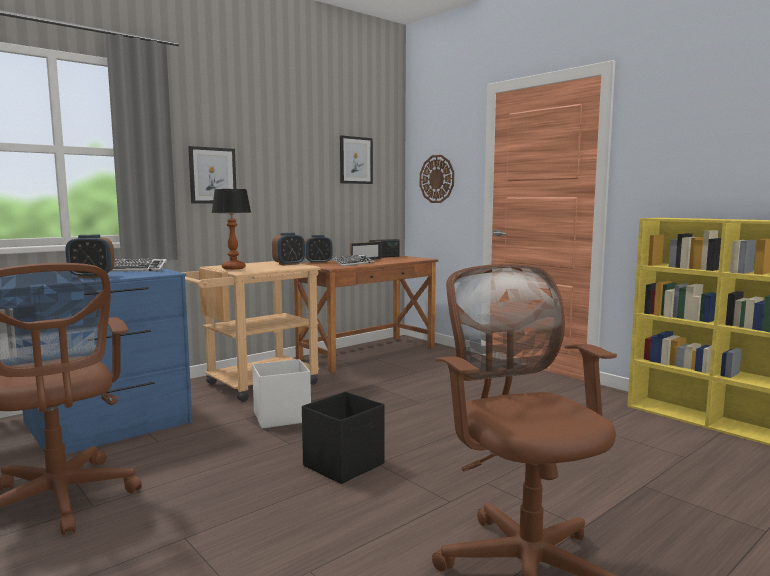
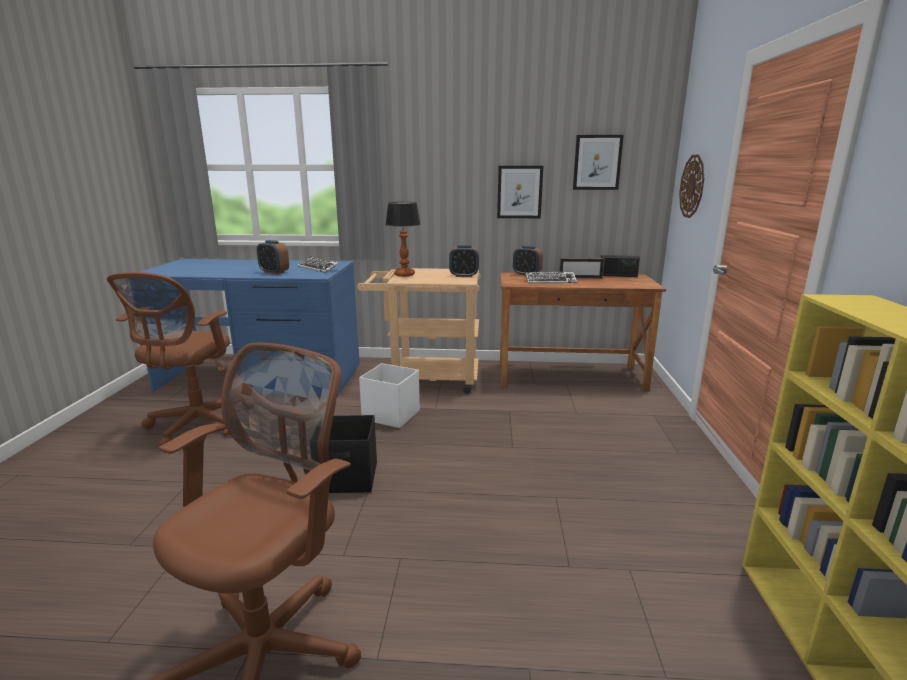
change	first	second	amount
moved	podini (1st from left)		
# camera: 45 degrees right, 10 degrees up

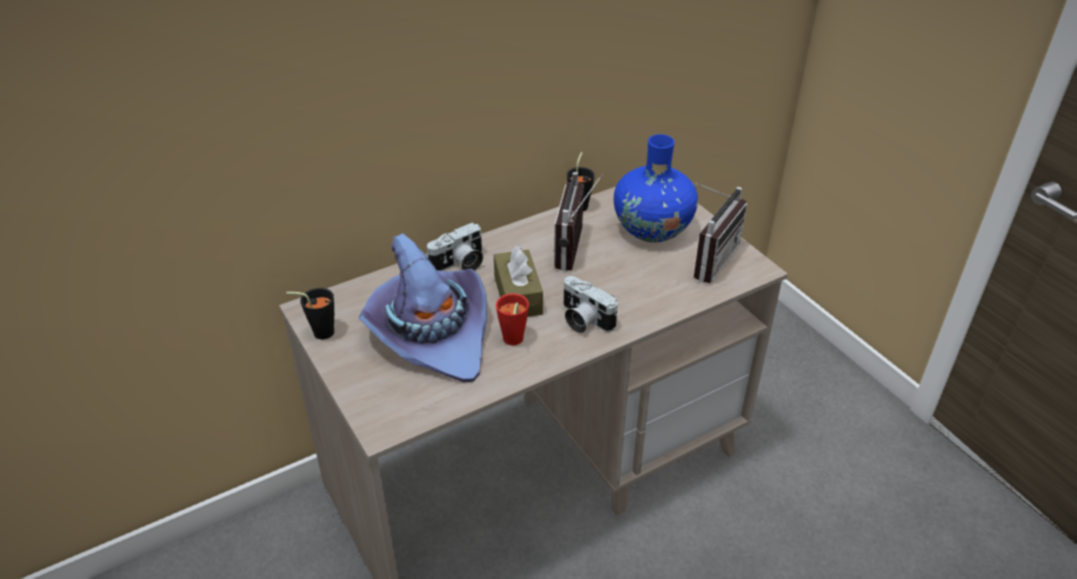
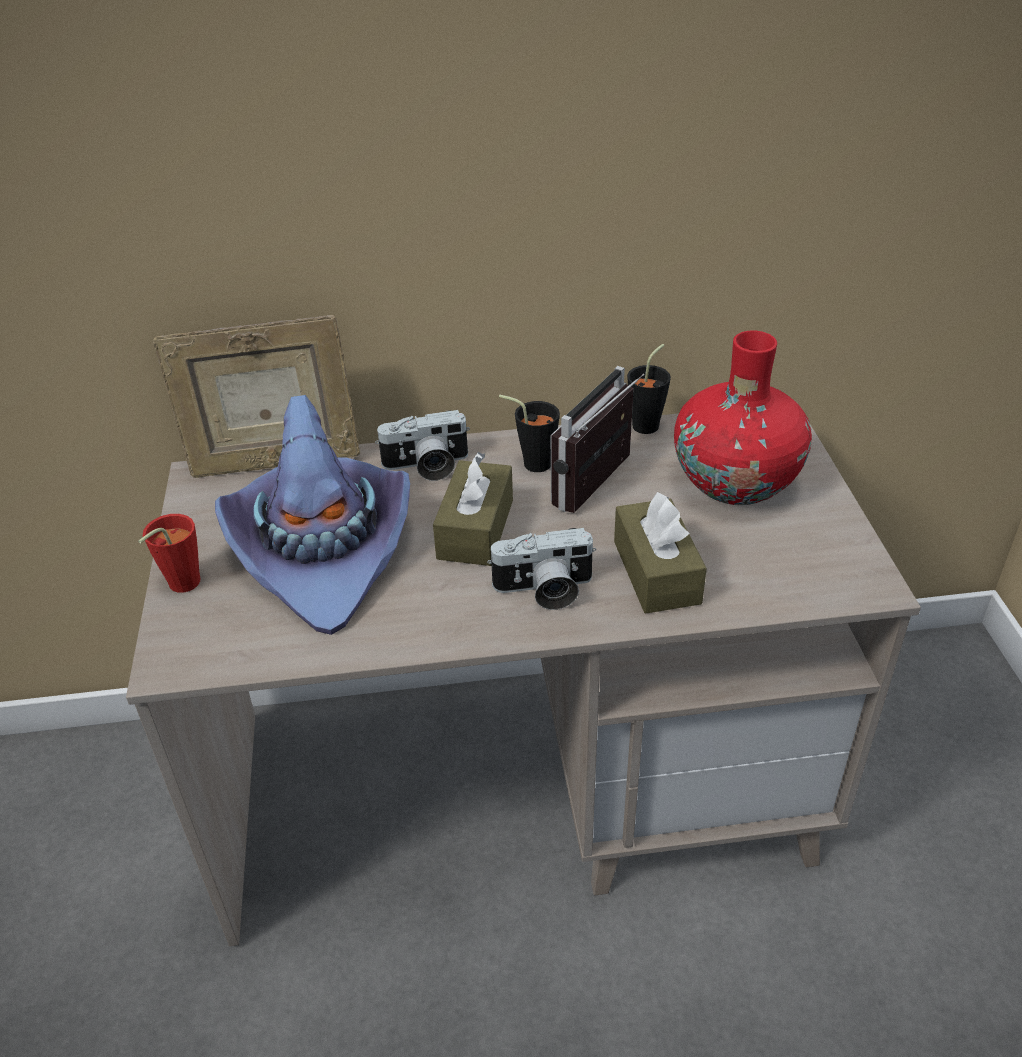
change	first	second	amount
removed	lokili (2nd from left)		
added		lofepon	
added		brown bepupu (2nd from left)	
moved	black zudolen (1st from left)		
moved	red zudolen		
recoloured	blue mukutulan	red mukutulan	
turned	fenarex (2nd from left)		75 degrees counterclockwise
# camera: 25 degrees right, 0 degrees up

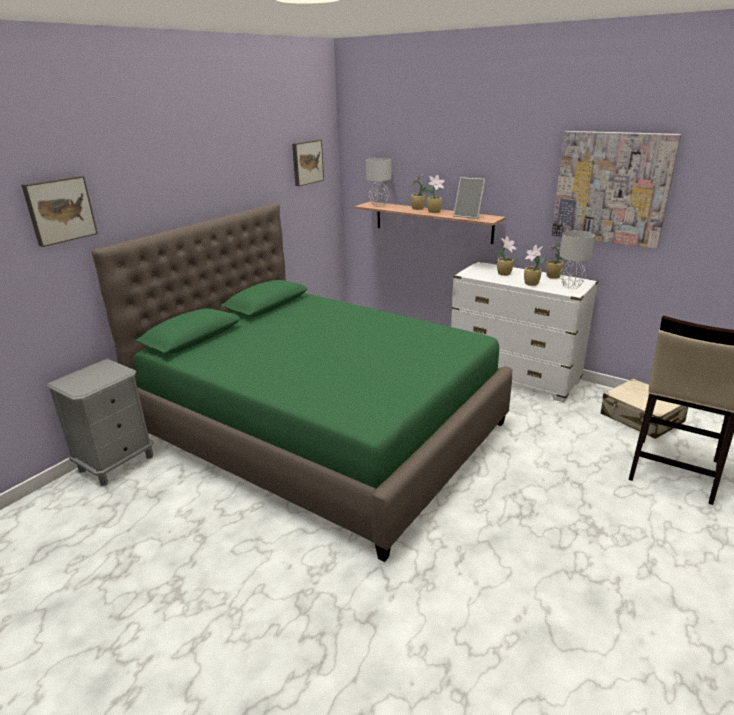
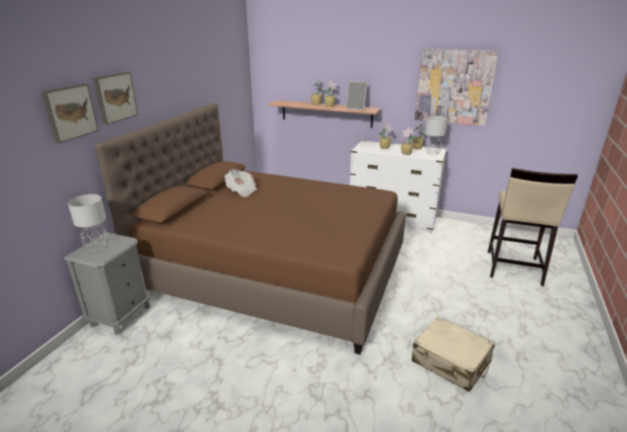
change	first	second	amount
added		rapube	
moved	podini (2nd from left)		
moved	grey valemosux (1st from left)		
moved	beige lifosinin		
recoloured	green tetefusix	brown tetefusix	
# camera: 15 degrees left, 0 degrees up

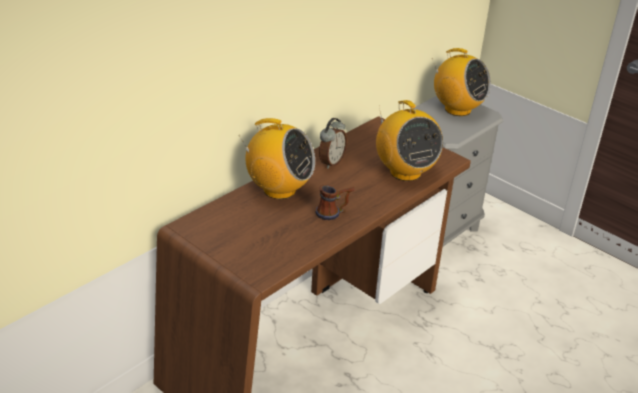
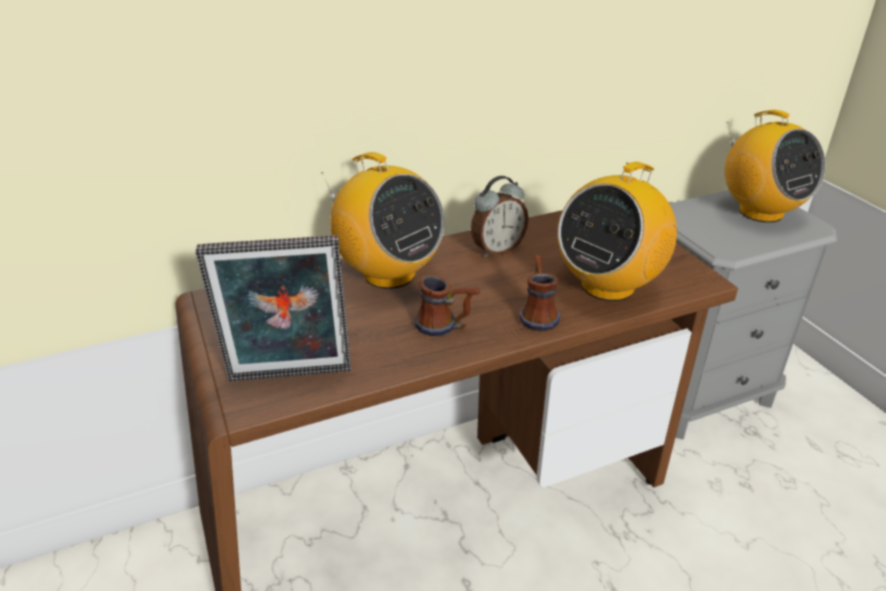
change	first	second	amount
added		lofepon	
added		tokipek (2nd from left)	
turned	lokili (2nd from left)		45 degrees clockwise
# camera: 25 degrees right, 0 degrees up

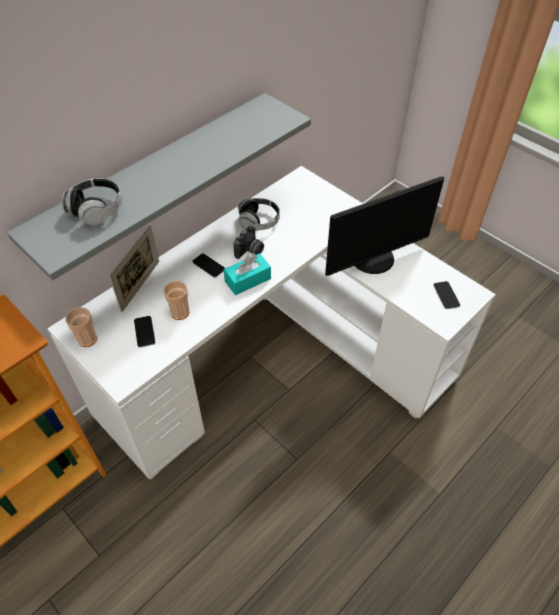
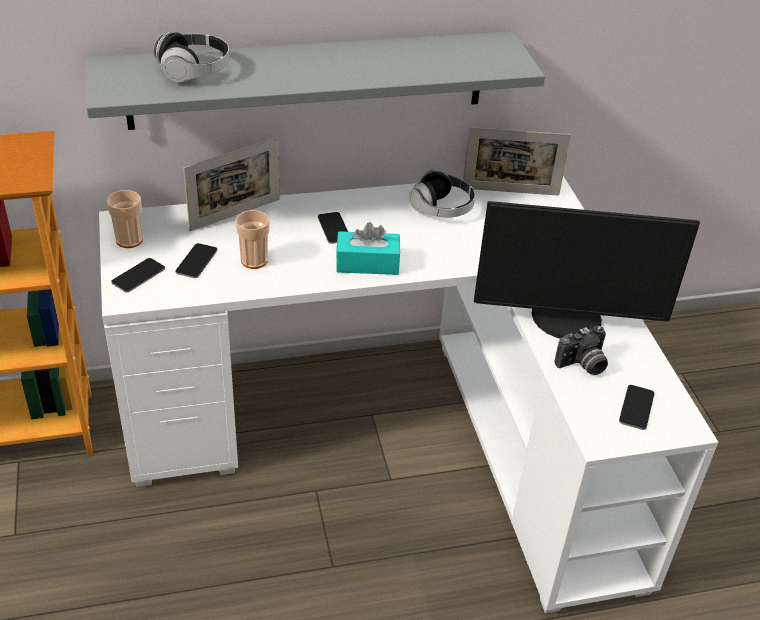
change	first	second	amount
added		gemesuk (1st from left)	
added		lofepon (2nd from left)	
moved	fenarex		
# camera: 30 degrees right, 10 degrees down

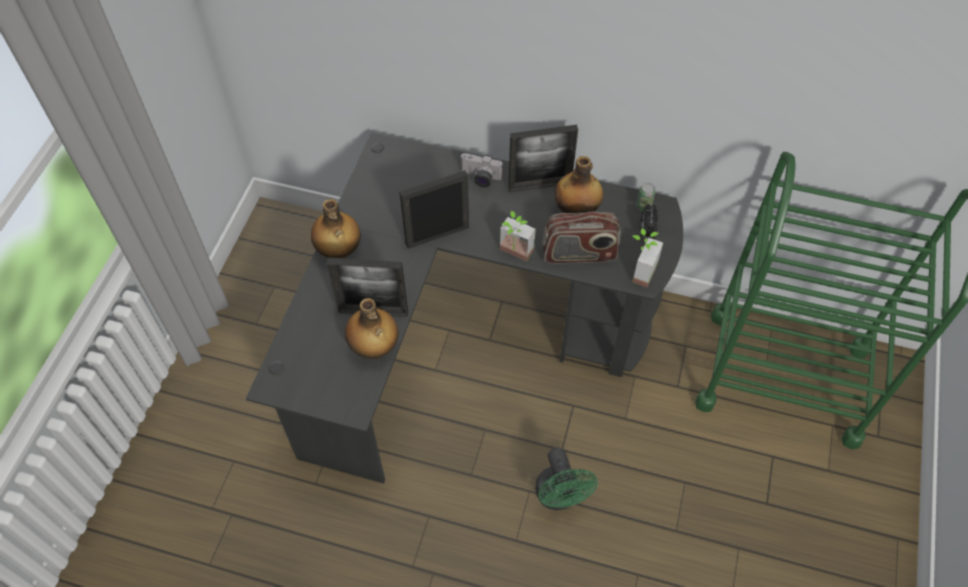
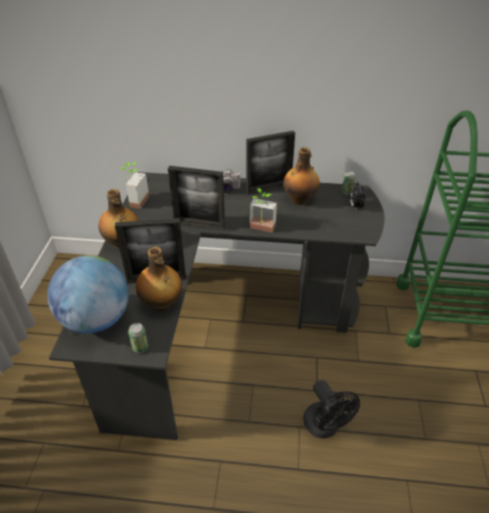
change	first	second	amount
removed	lokili		
added		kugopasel	
added		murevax (1st from left)	
moved	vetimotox (2nd from left in the first image)	vetimotox (1st from left)	
recoloured	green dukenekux	black dukenekux	
turned	lofepon (2nd from left)		135 degrees counterclockwise
# camera: 10 degrees left, 15 degrees down

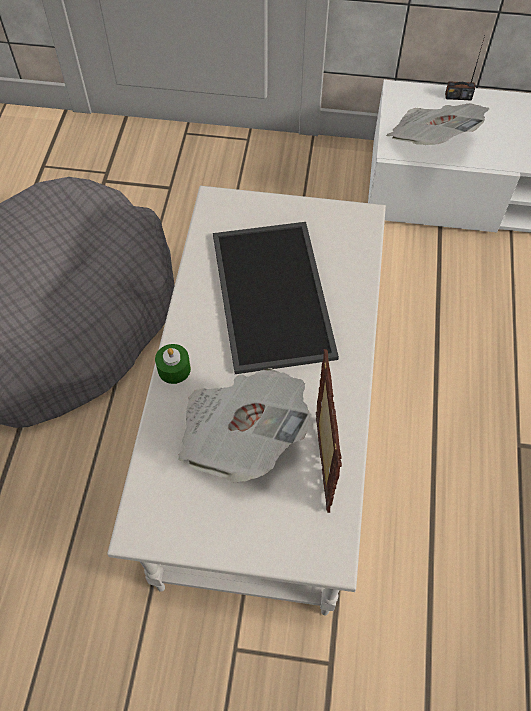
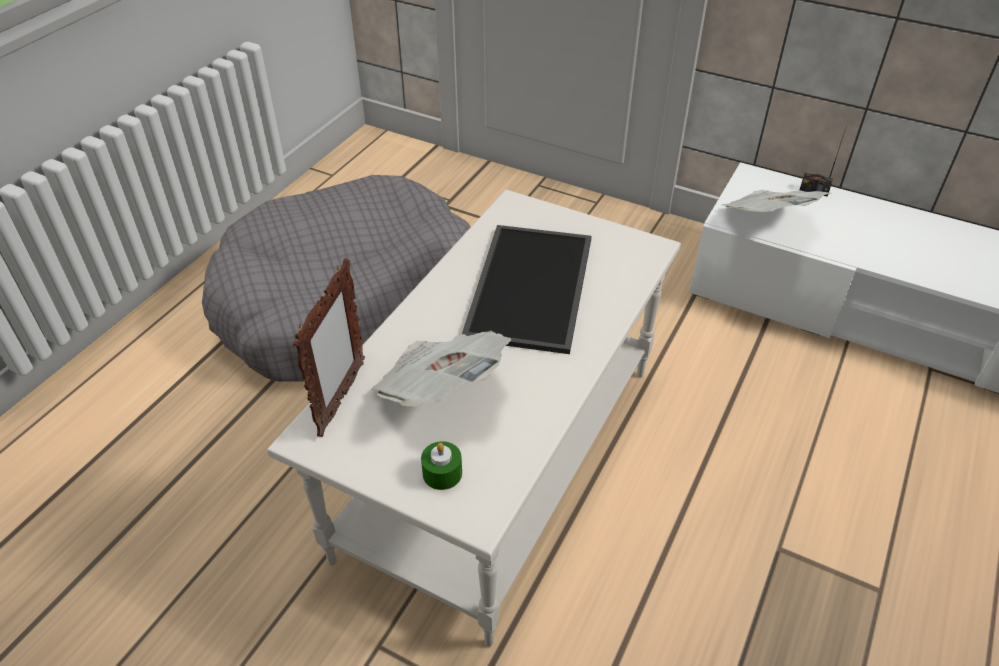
change	first	second	amount
moved	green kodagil		
moved	lofepon		
# camera: 20 degrees right, 15 degrees down

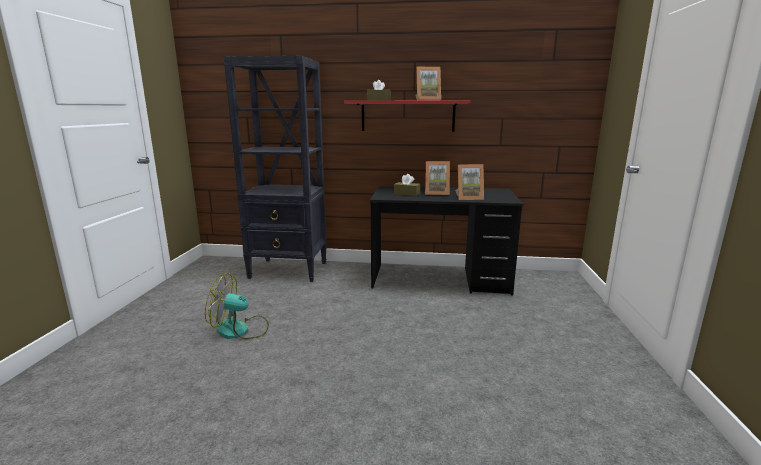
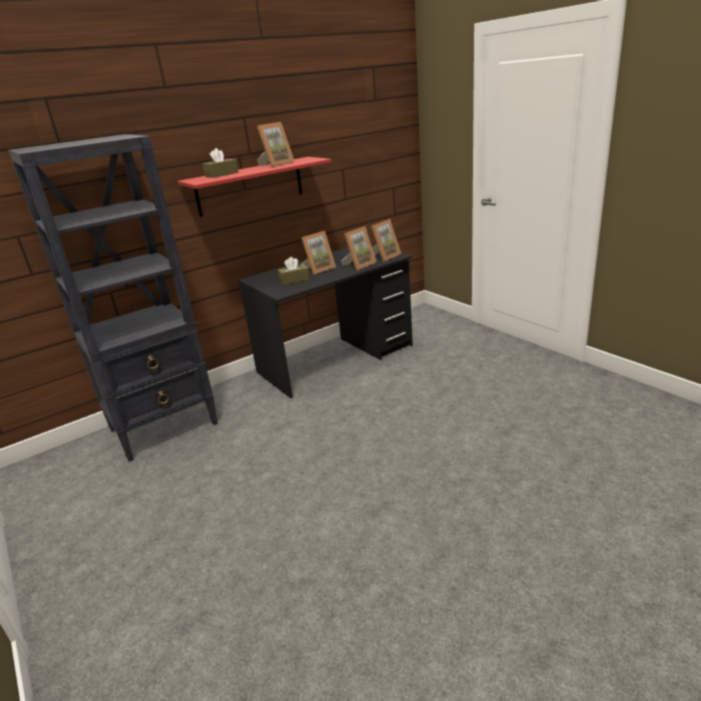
change	first	second	amount
removed	dukenekux		
added		lofepon (4th from left)	
# camera: 40 degrees left, 10 degrees up

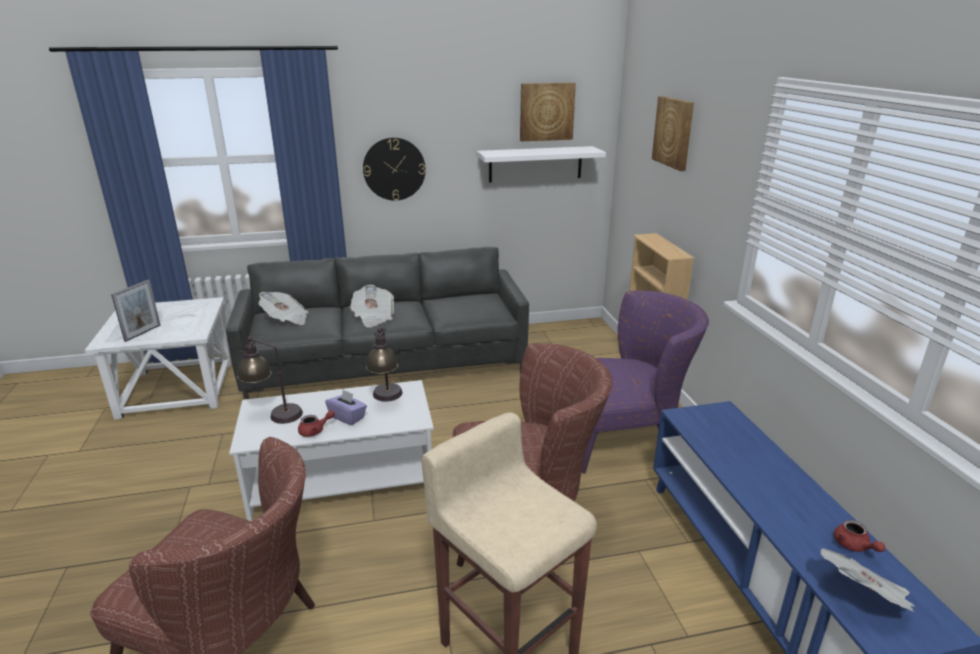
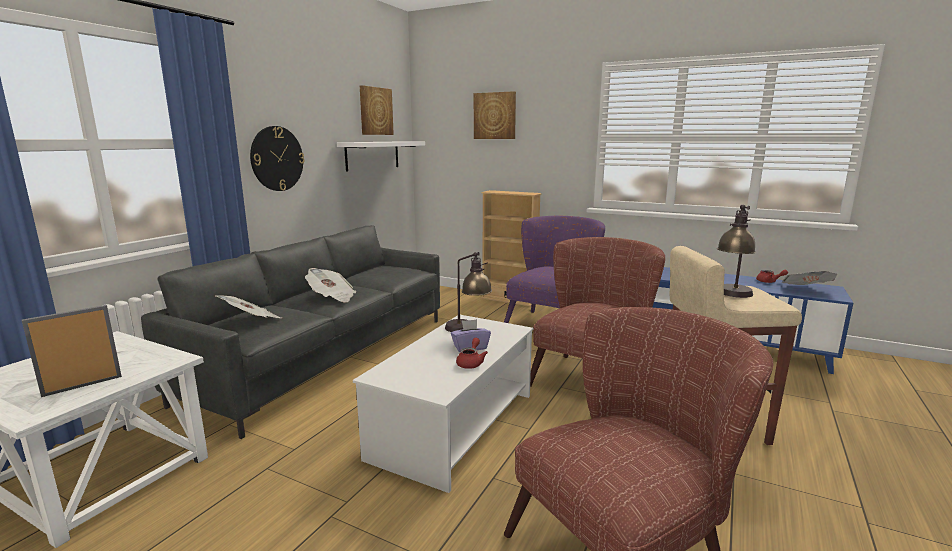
change	first	second	amount
moved	valemosux (1st from left in the first image)	valemosux (2nd from left)	
turned	lofepon		105 degrees counterclockwise
# camera: 50 degrees left, 10 degrees down

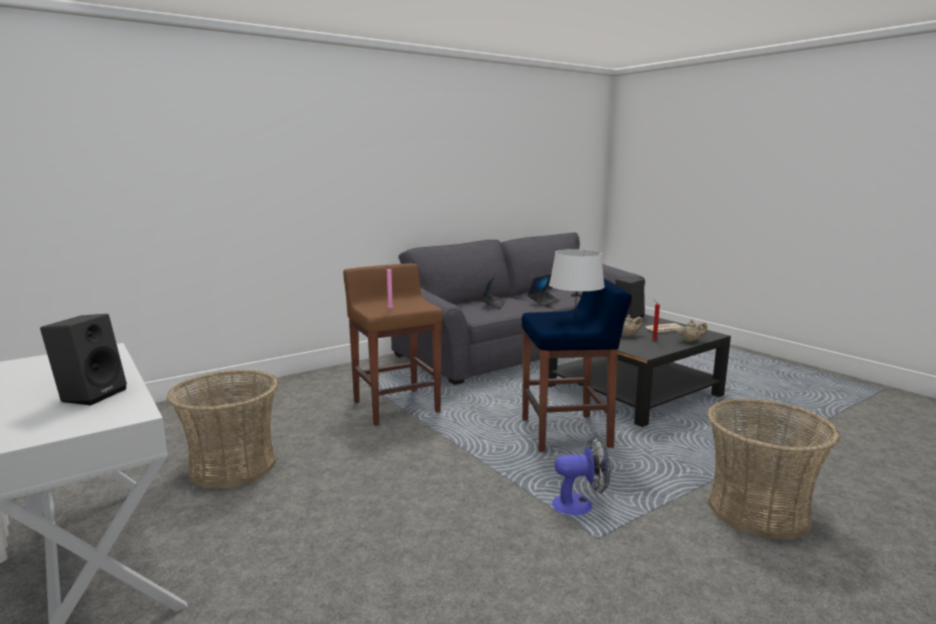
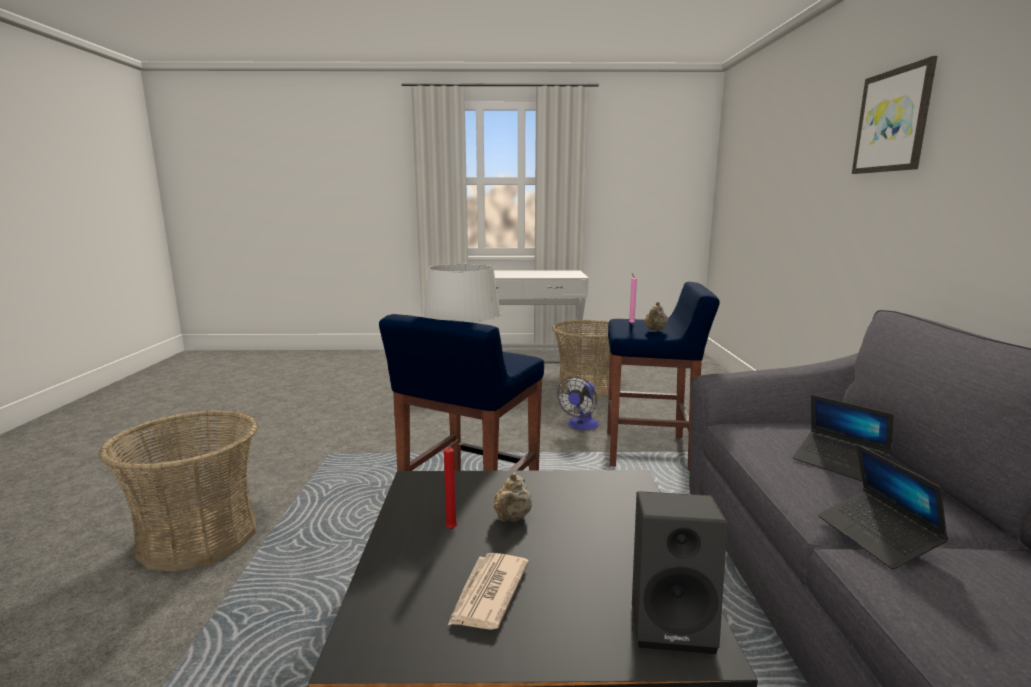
change	first	second	amount
removed	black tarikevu (1st from left)		
added		podini	
moved	dukenekux		
moved	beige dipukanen (2nd from left)		
recoloured	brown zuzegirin	blue zuzegirin (2nd from left)	
# camera: 125 degrees right, 0 degrees up

